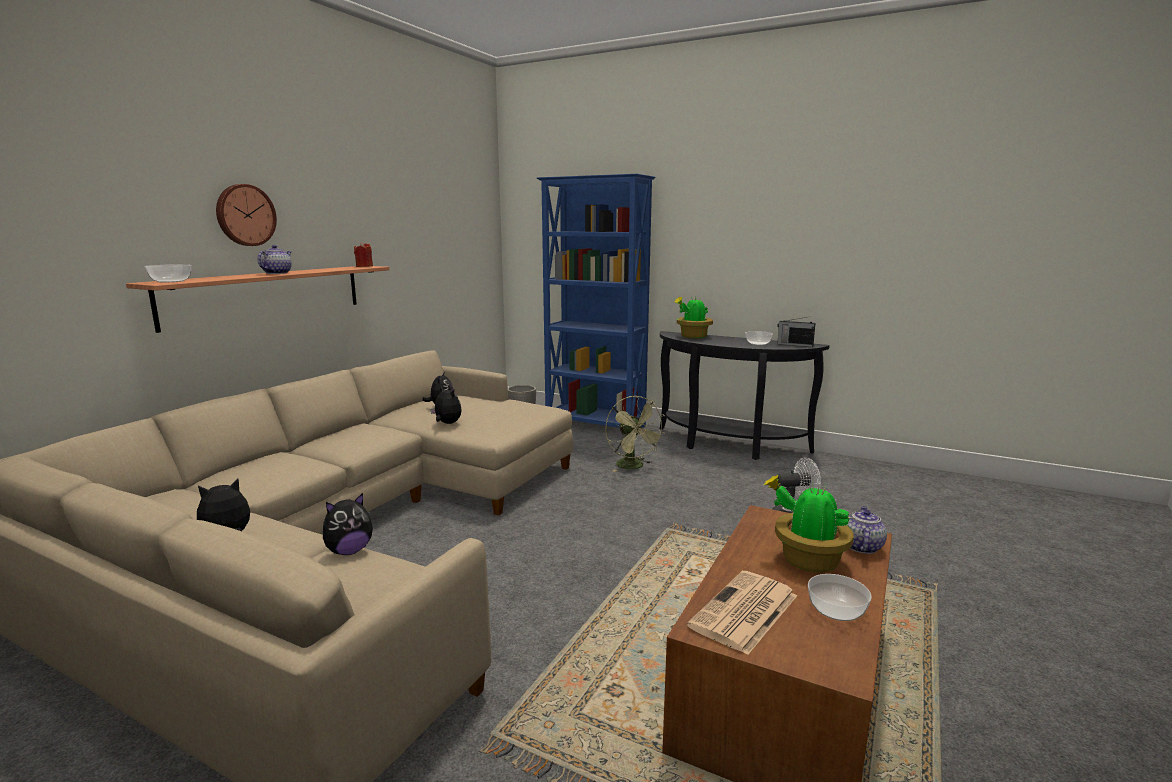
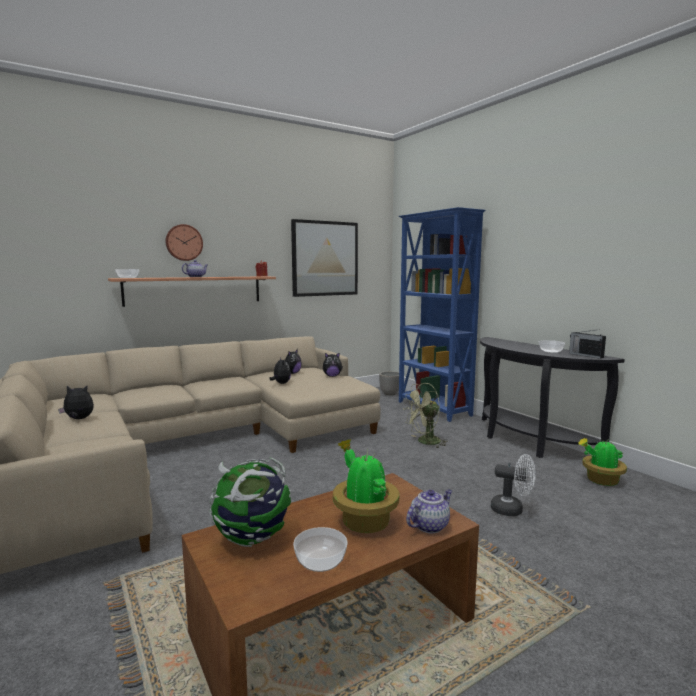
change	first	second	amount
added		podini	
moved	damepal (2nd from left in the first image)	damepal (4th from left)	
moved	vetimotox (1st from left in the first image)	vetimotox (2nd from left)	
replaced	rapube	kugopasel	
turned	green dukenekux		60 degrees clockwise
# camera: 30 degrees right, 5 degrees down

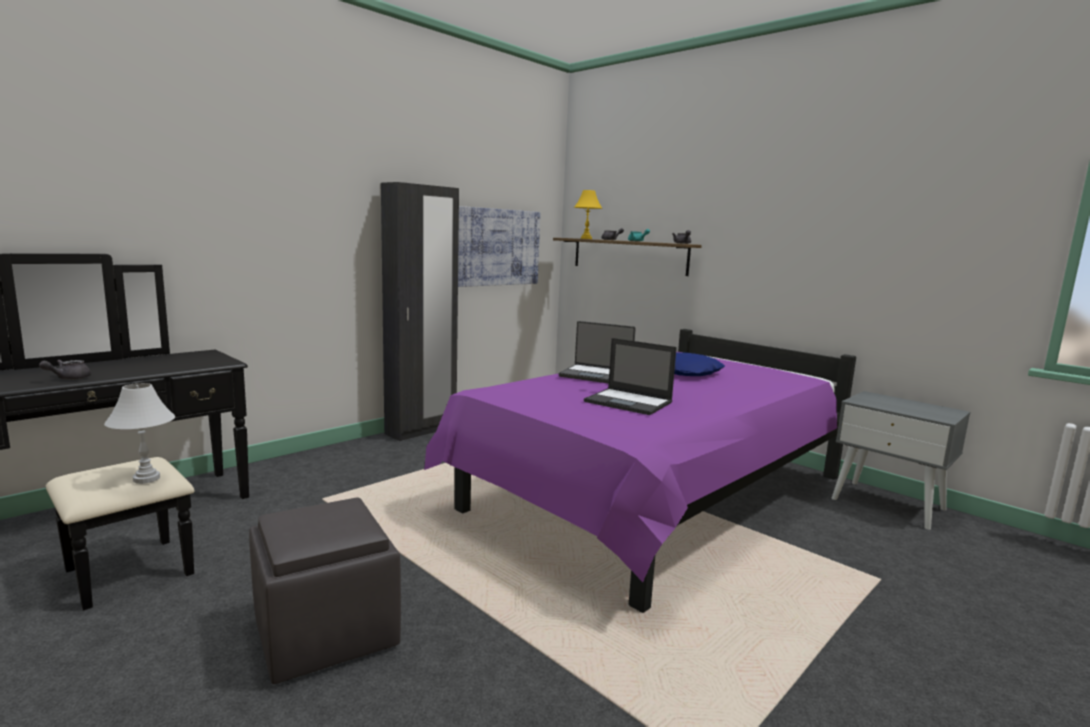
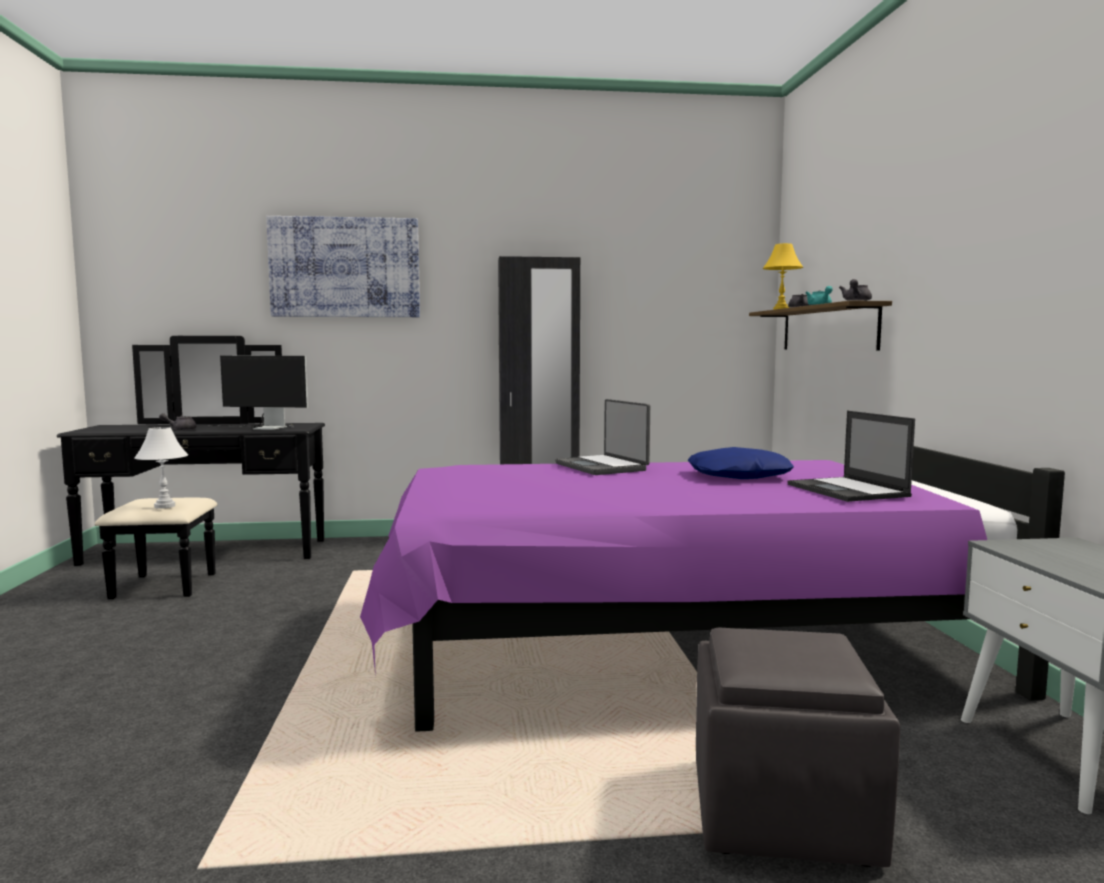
change	first	second	amount
added		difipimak	
moved	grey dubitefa		
moved	podini		
moved	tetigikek (2nd from left)		
# camera: 40 degrees right, 5 degrees down

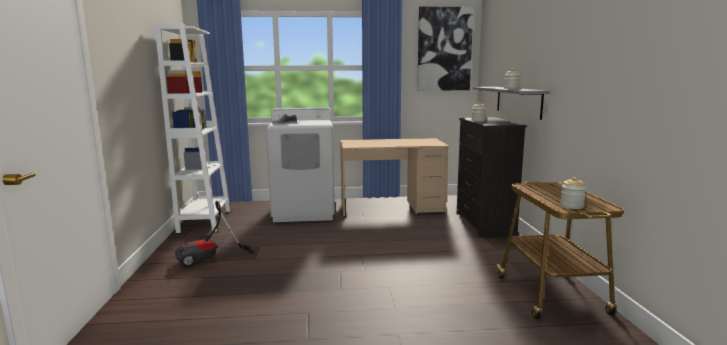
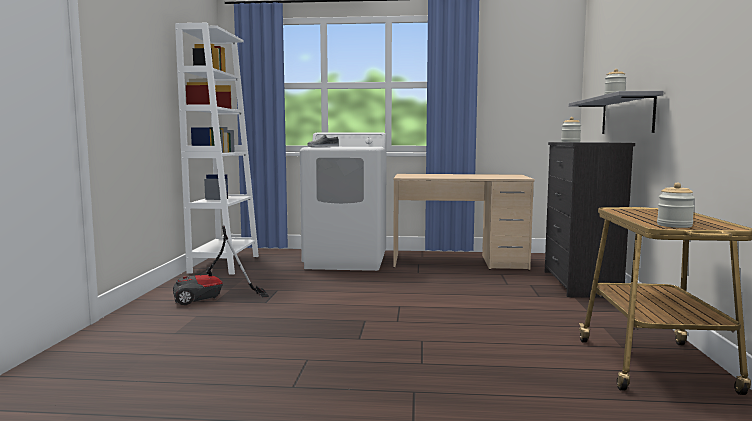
change	first	second	amount
removed	podini		
# camera: 10 degrees right, 5 degrees down

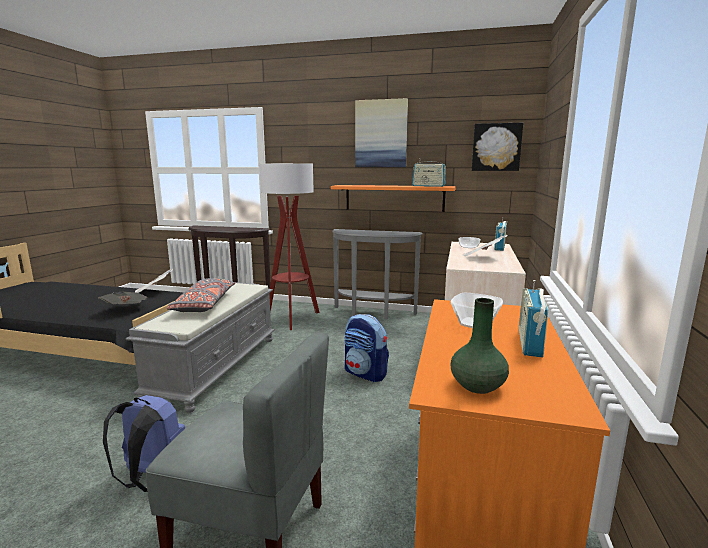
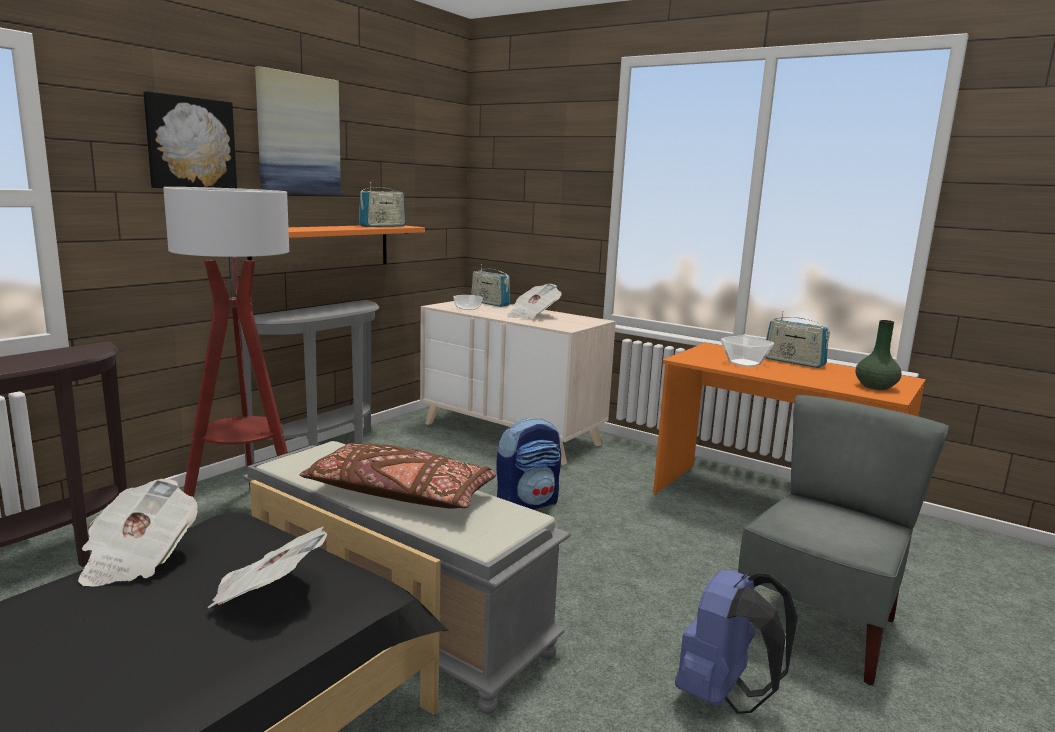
change	first	second	amount
moved	podini (2nd from left in the first image)	podini (1st from left)	
recoloured	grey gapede	brown gapede	
# camera: 70 degrees left, 0 degrees up

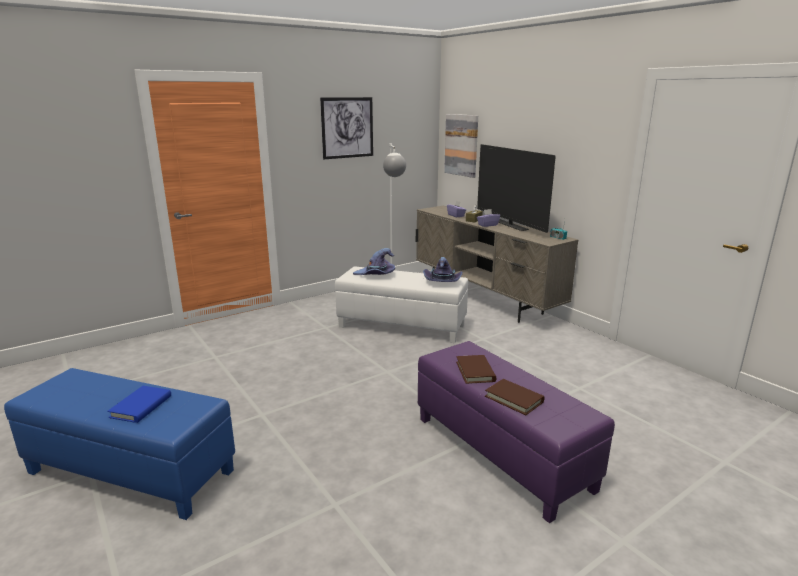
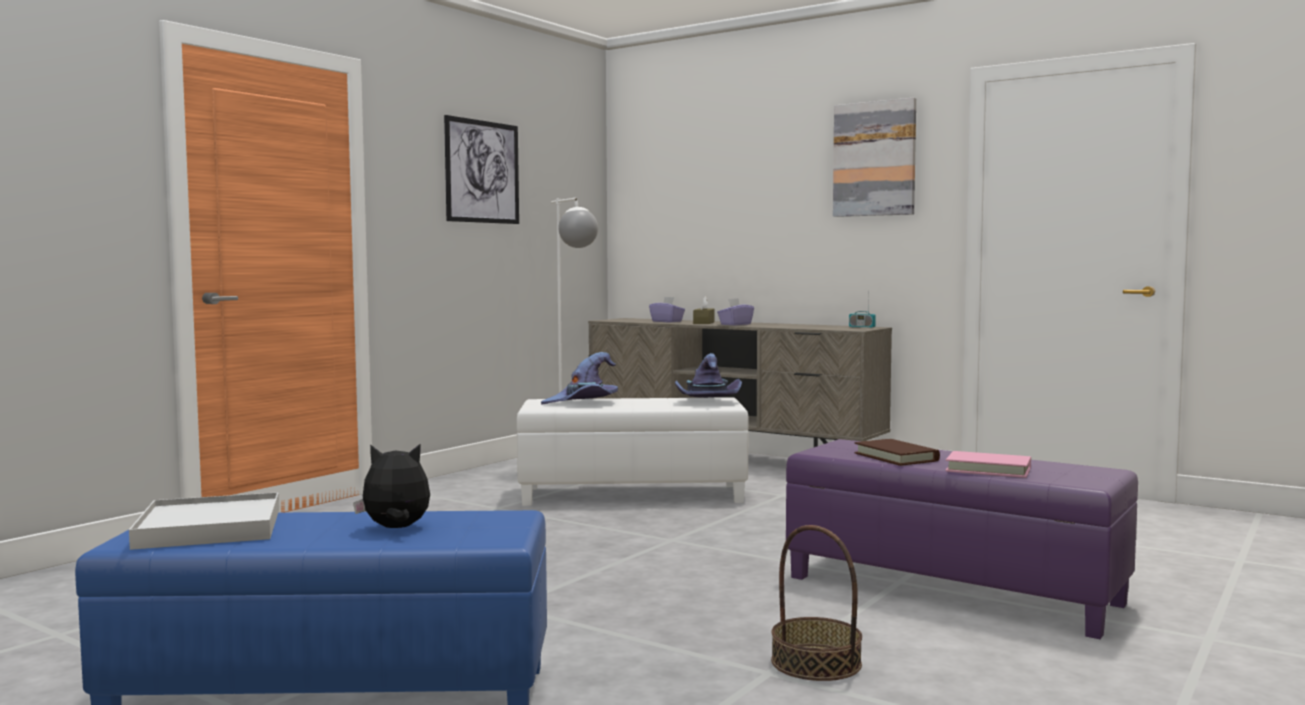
change	first	second	amount
removed	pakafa		
added		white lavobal	
added		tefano	
moved	podini (2nd from left)		
replaced	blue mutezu	damepal	
recoloured	brown mutezu (2nd from left)	pink mutezu	
# camera: 20 degrees left, 15 degrees down

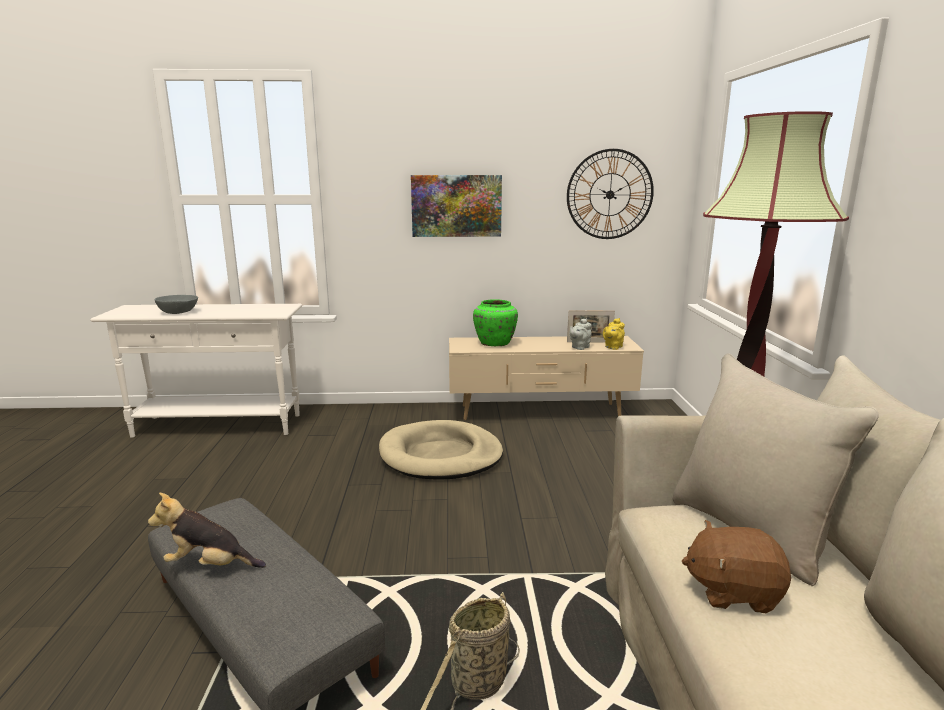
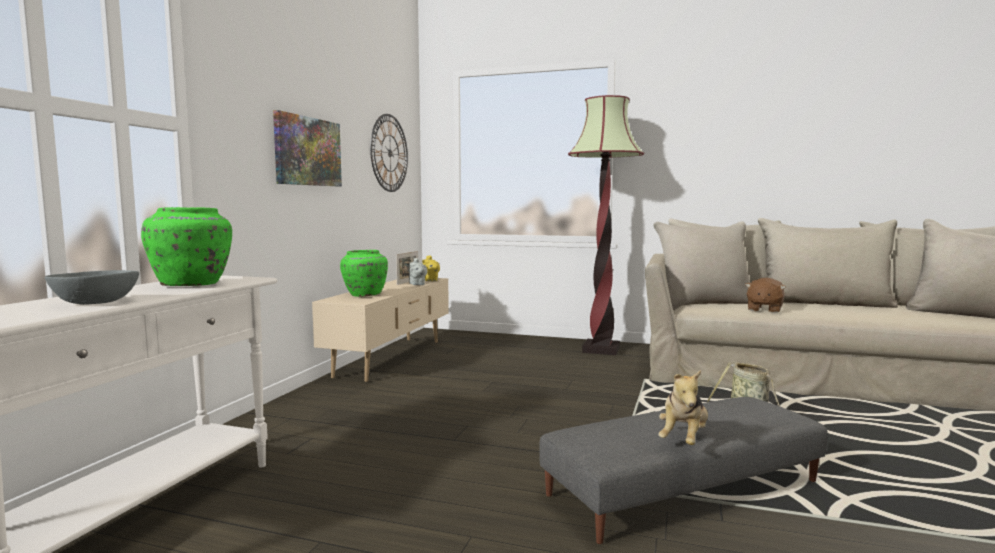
change	first	second	amount
removed	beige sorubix		
added		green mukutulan (1st from left)	
# camera: 70 degrees left, 10 degrees down

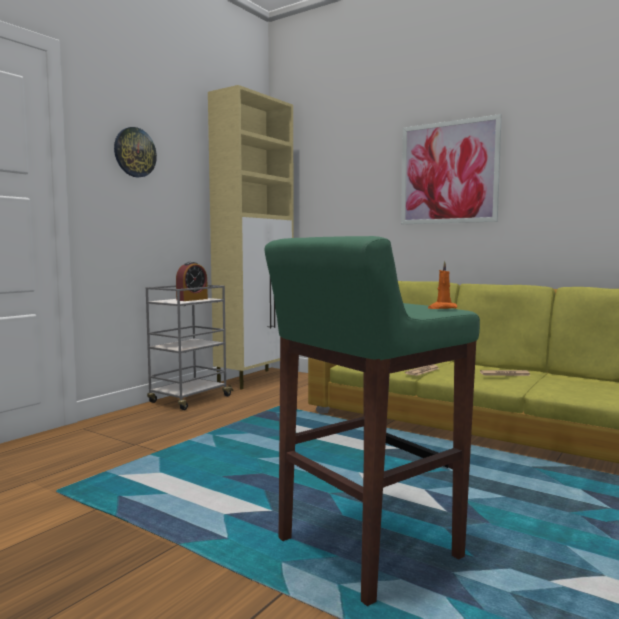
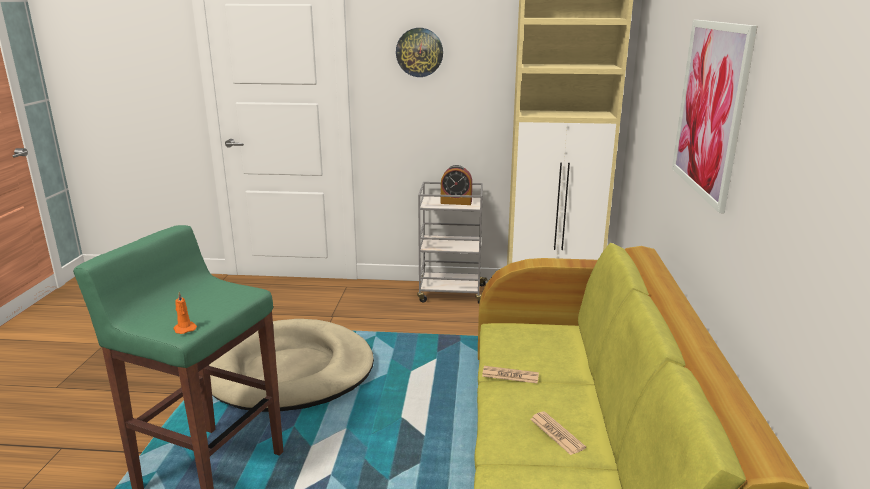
change	first	second	amount
added		beige sorubix	
# camera: 60 degrees right, 15 degrees up

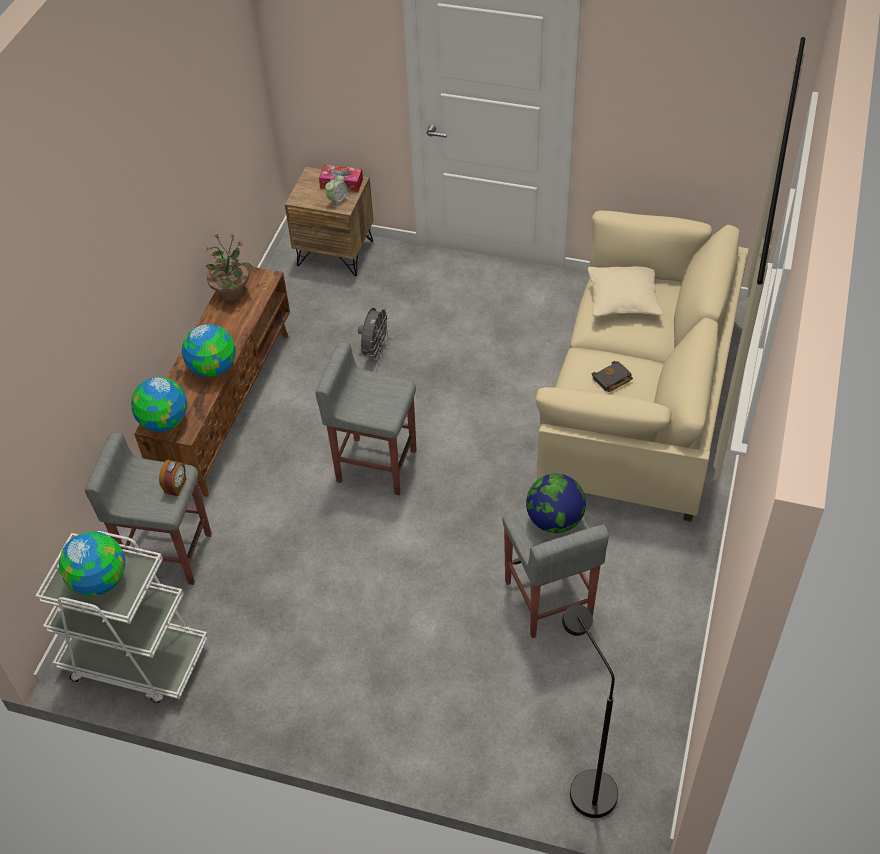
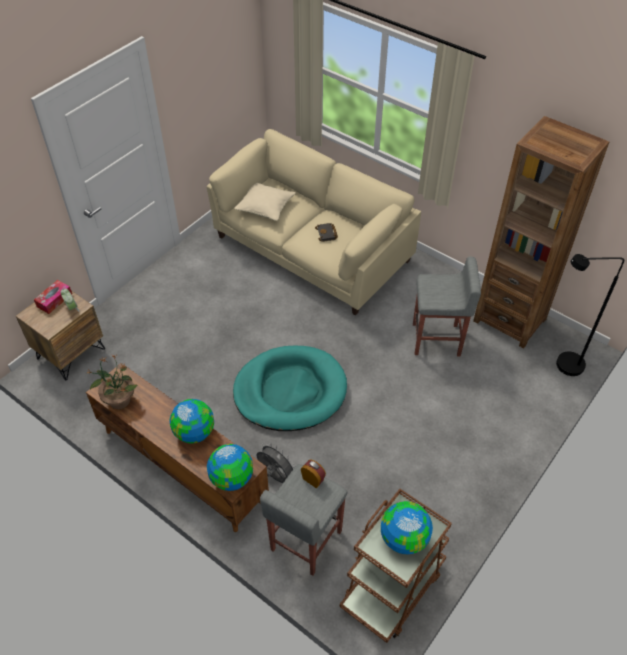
change	first	second	amount
removed	kugopasel (4th from left)		
added		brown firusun	
moved	grey dukenekux		
replaced	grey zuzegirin (2nd from left)	turquoise sorubix	
recoloured	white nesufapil	brown nesufapil	
# camera: 70 degrees left, 0 degrees up

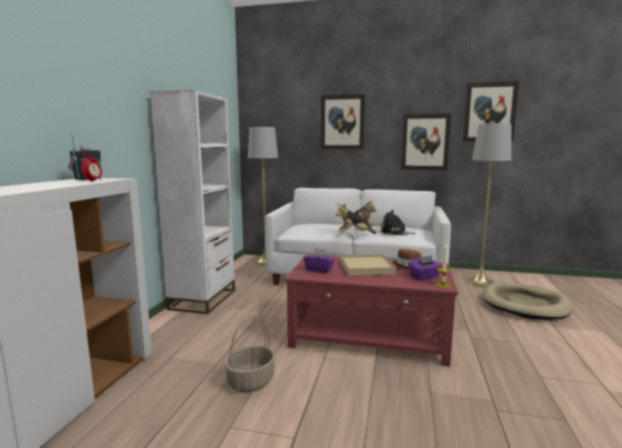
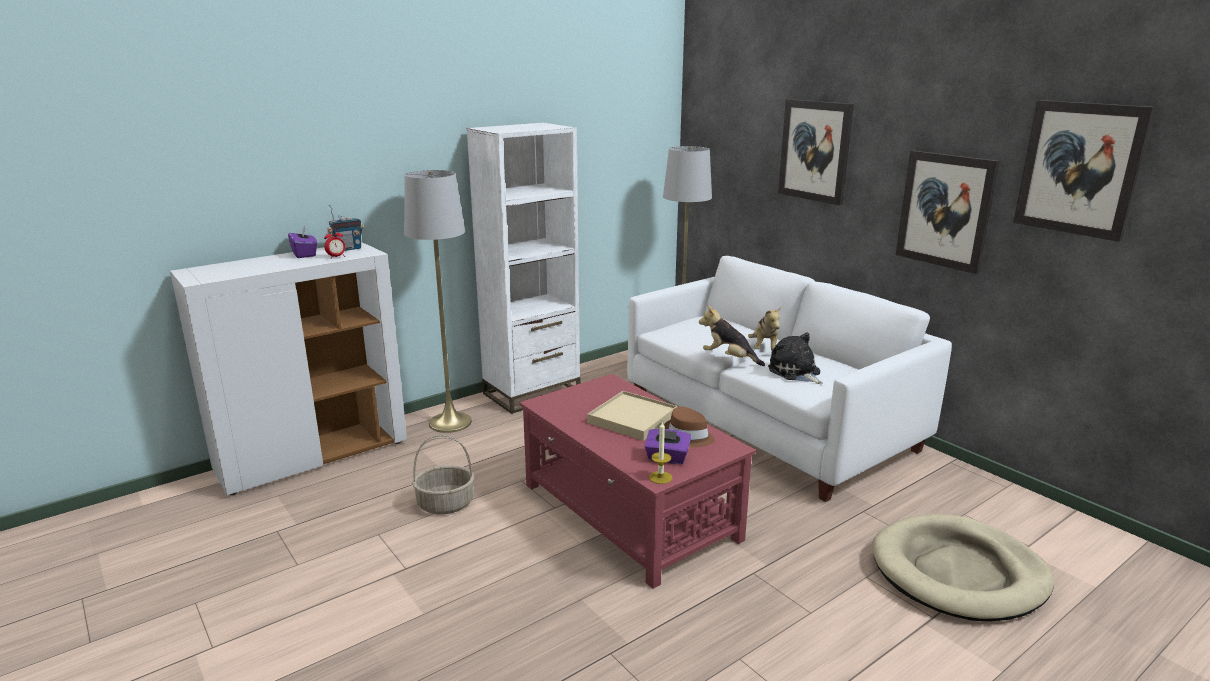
change	first	second	amount
moved	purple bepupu (1st from left)		
moved	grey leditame (2nd from left in the first image)	grey leditame (1st from left)	
# camera: 40 degrees right, 10 degrees up

